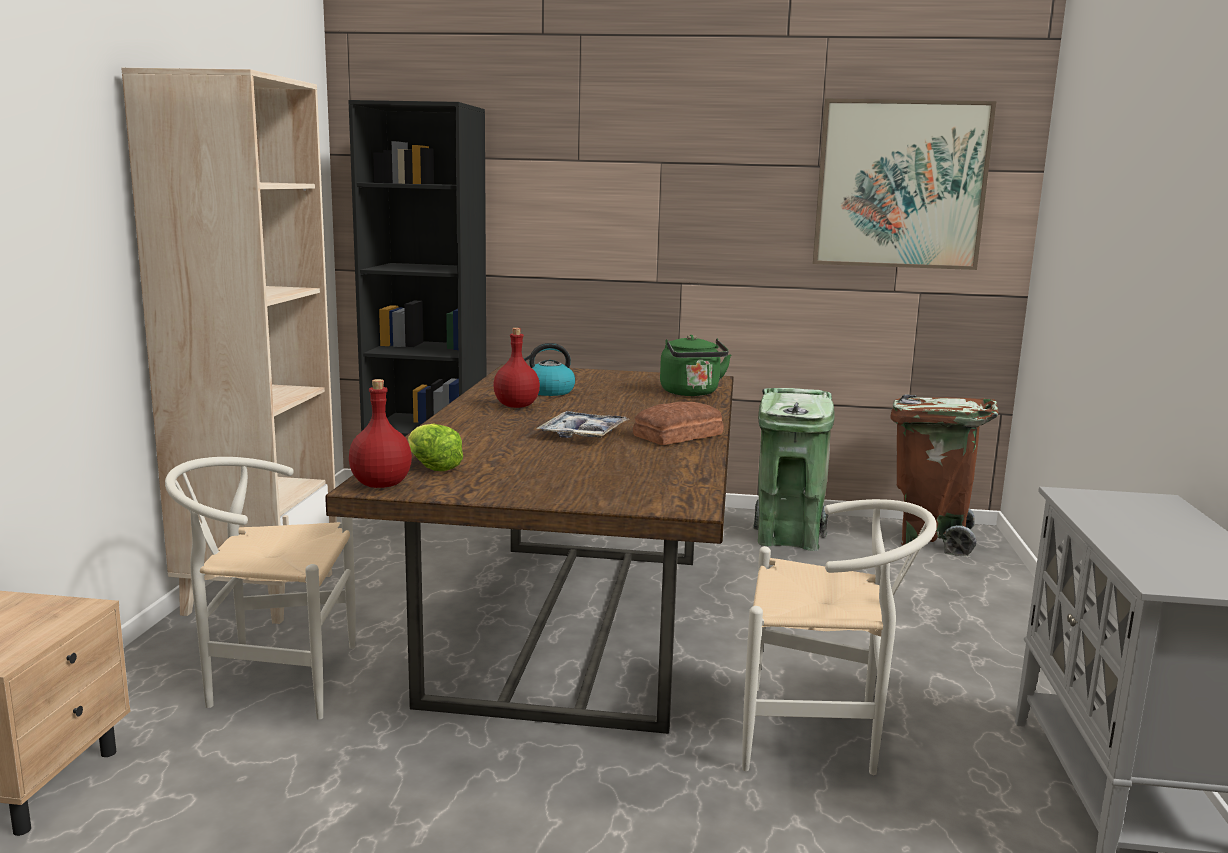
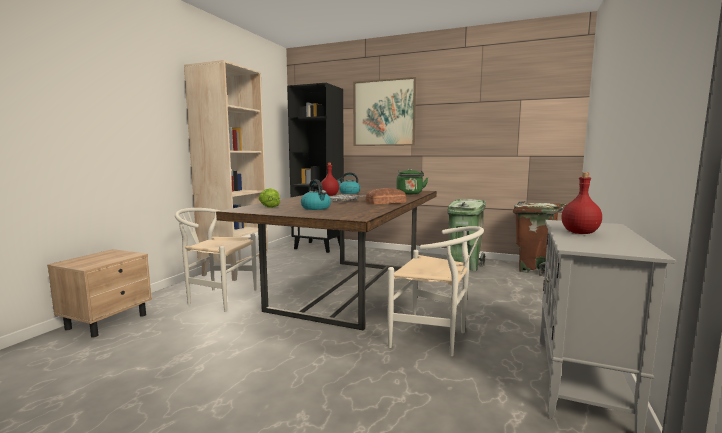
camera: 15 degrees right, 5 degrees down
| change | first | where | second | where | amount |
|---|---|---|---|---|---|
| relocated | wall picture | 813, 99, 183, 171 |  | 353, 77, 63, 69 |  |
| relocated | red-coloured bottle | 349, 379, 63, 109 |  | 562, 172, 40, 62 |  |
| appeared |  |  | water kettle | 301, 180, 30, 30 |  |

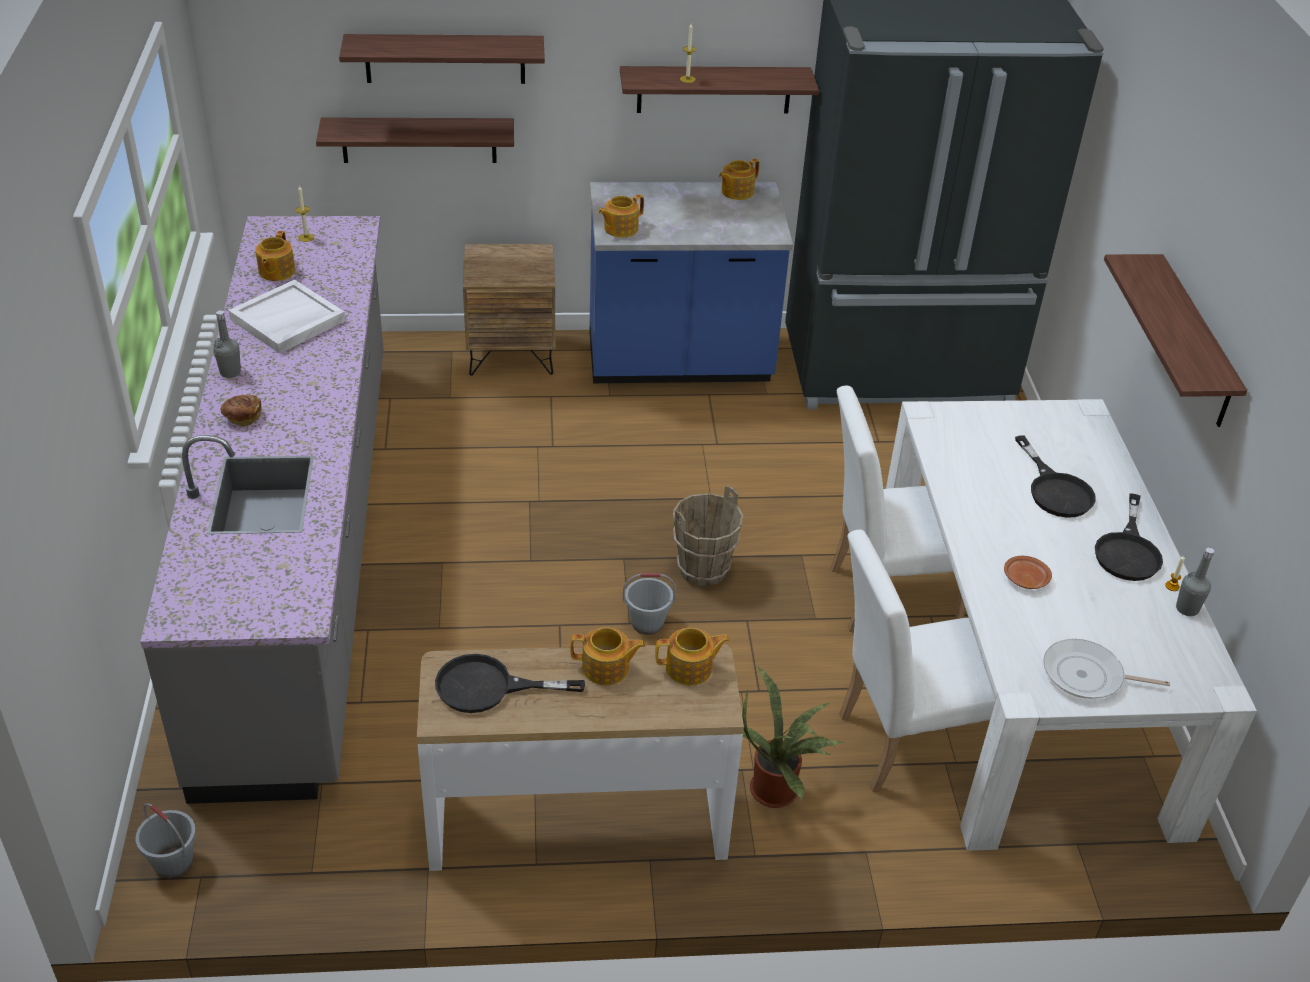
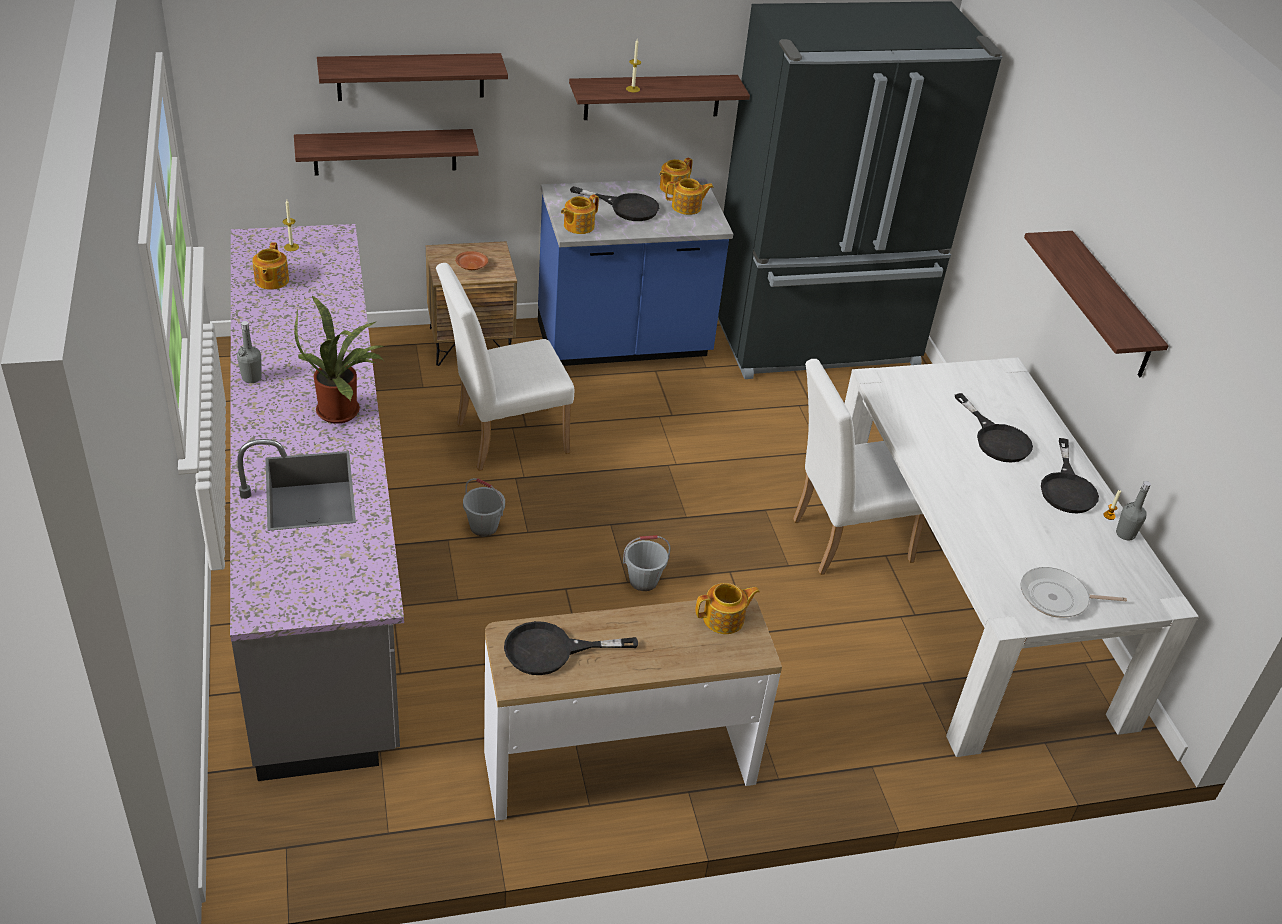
camera: 10 degrees left, 0 degrees up
| change | first | where | second | where | amount |
|---|---|---|---|---|---|
| missing | whitish serving tray | 228, 280, 117, 74 |  |  |  |
| missing | bakery bread | 221, 395, 40, 31 |  |  |  |
| missing | brown-coloured bucket | 673, 486, 70, 100 |  |  |  |
| relocated | whitish plain chair | 840, 530, 156, 262 |  | 436, 263, 138, 208 |  |
| relocated | brown-coloured flat dish | 1004, 556, 48, 33 |  | 455, 251, 33, 19 |  |
| relocated | tea pot | 570, 627, 76, 58 |  | 665, 178, 49, 37 |  |
| relocated | plant in a pot | 742, 667, 103, 141 |  | 294, 296, 91, 128 |  |
| relocated | grey bucket | 136, 803, 60, 75 |  | 463, 478, 42, 58 |  |
| appeared |  |  | black-coloured skillet | 570, 186, 89, 35 |  |

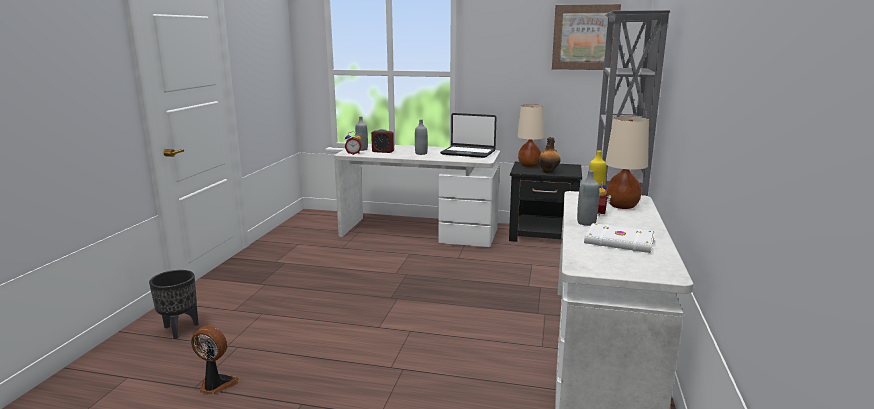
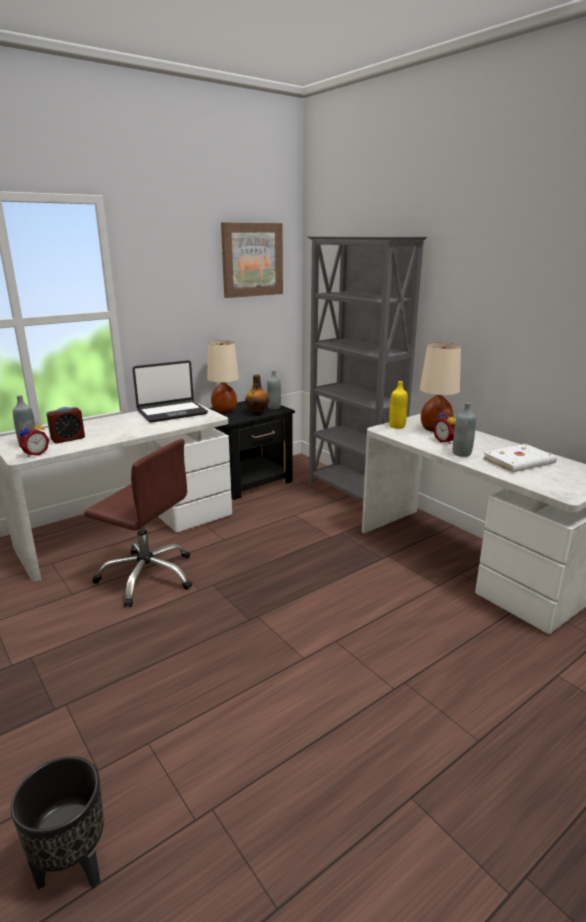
camera: 50 degrees left, 5 degrees up
| change | first | where | second | where | amount |
|---|---|---|---|---|---|
| relocated | grey bottle | 415, 119, 13, 36 |  | 267, 370, 14, 39 |  |
| missing | electric fan | 191, 326, 48, 69 |  |  |  |
| appeared |  |  | brown-coloured computer chair | 84, 439, 108, 168 |  |

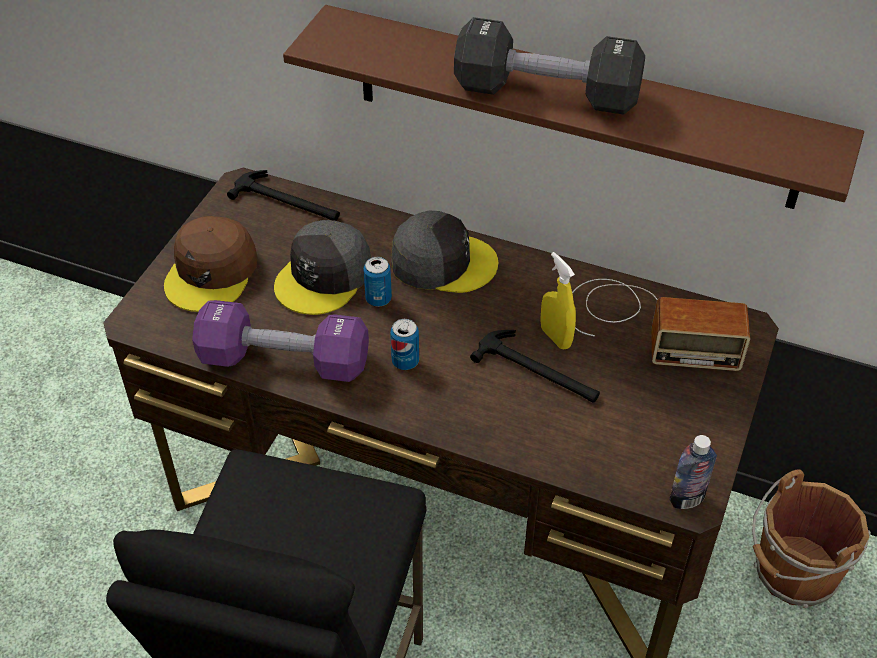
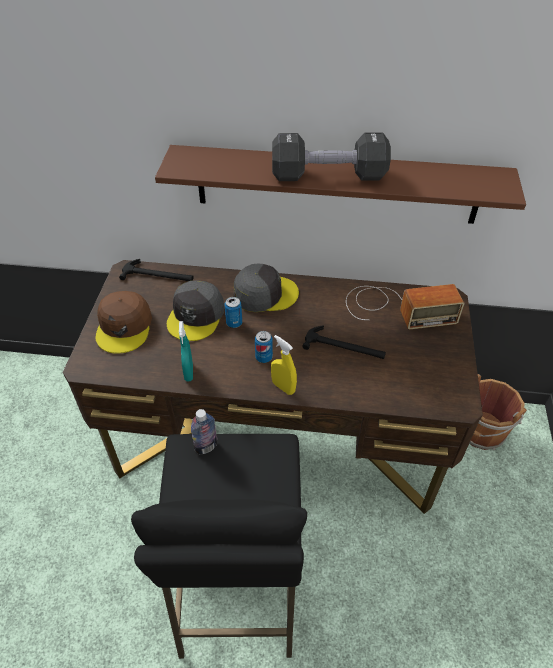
camera: 15 degrees left, 0 degrees up
| change | first | where | second | where | amount |
|---|---|---|---|---|---|
| relocated | yellow-coloured hand sprayer | 540, 252, 36, 97 |  | 271, 335, 26, 60 |  |
| exchanged | purple-coloured dumbbell | 192, 300, 177, 82 | blue-green hand sprayer | 179, 321, 14, 61 |  |
| relocated | bottle | 669, 435, 48, 74 |  | 191, 409, 26, 45 |  |

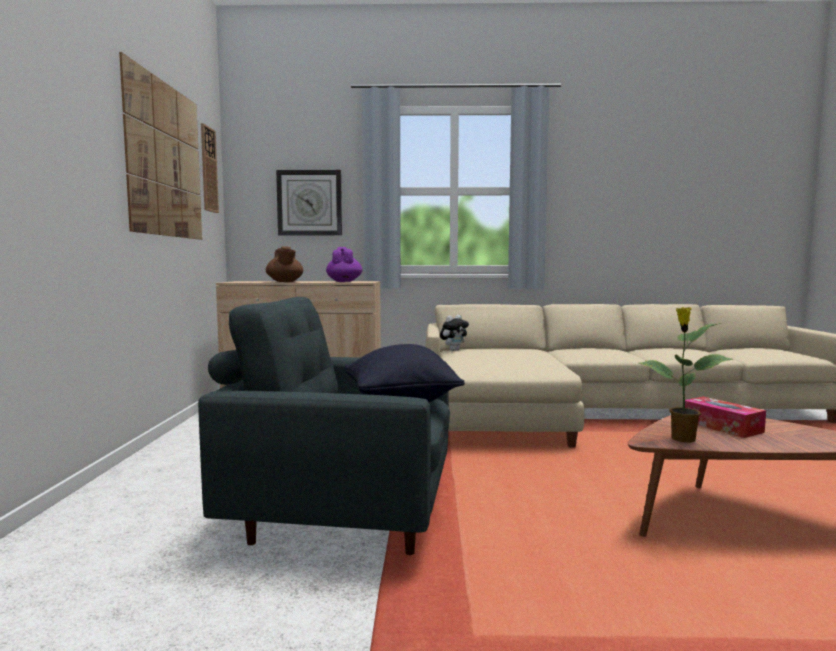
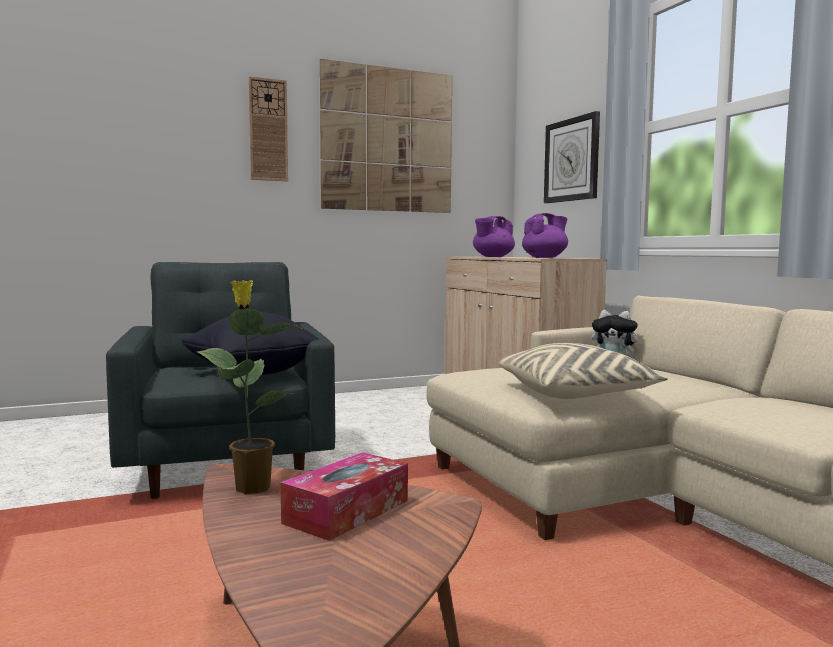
camera: 65 degrees right, 0 degrees up
| change | first | where | second | where | amount |
|---|---|---|---|---|---|
| relocated | clock on the wall | 201, 123, 18, 90 |  | 249, 76, 39, 105 |  |
| colour | brown-coloured tea pot | 266, 246, 37, 36 | purple-coloured tea pot | 473, 216, 42, 41 |  |
| appeared |  |  | sand-coloured pillow | 498, 343, 170, 56 |  |

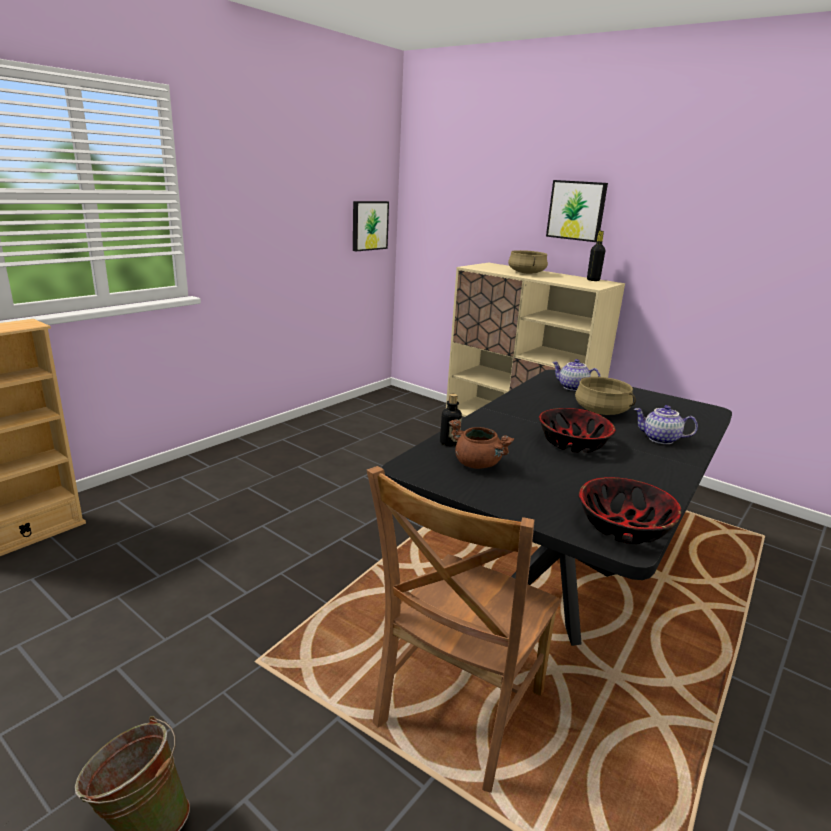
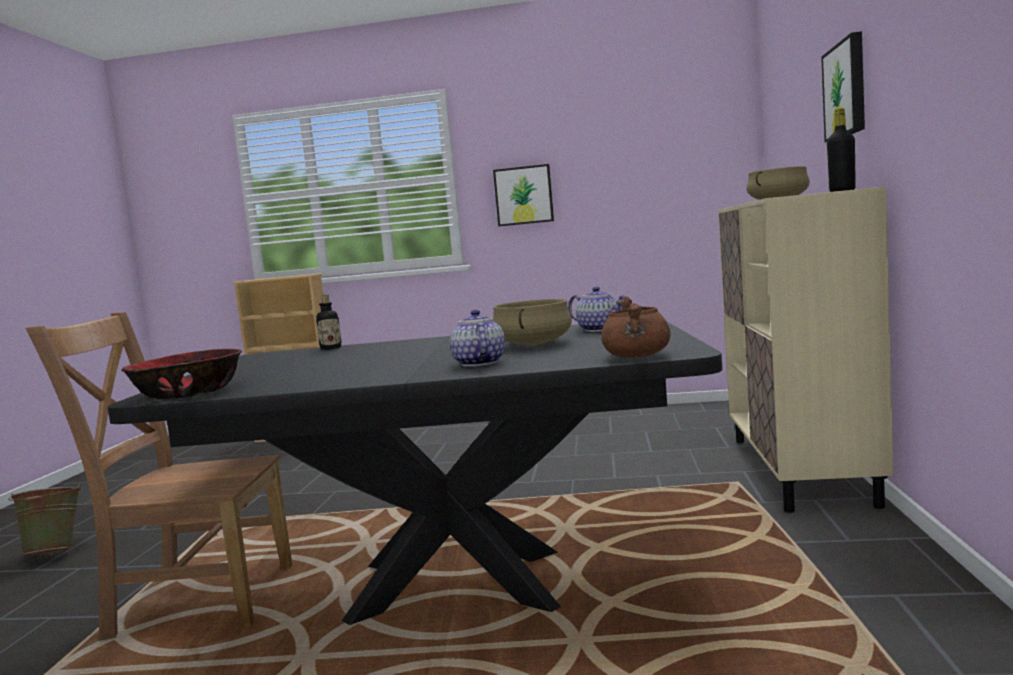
camera: 60 degrees right, 15 degrees down
| change | first | where | second | where | amount |
|---|---|---|---|---|---|
| relocated | wall picture | 353, 201, 36, 50 |  | 493, 164, 61, 62 |  |
| spun | tea pot | 552, 359, 48, 32 |  | 568, 286, 58, 46 | 135 degrees clockwise |
| missing | bowl | 539, 408, 77, 45 |  |  |  |
| relocated | brown-coloured saucepot | 449, 419, 65, 50 |  | 601, 296, 69, 61 |  |

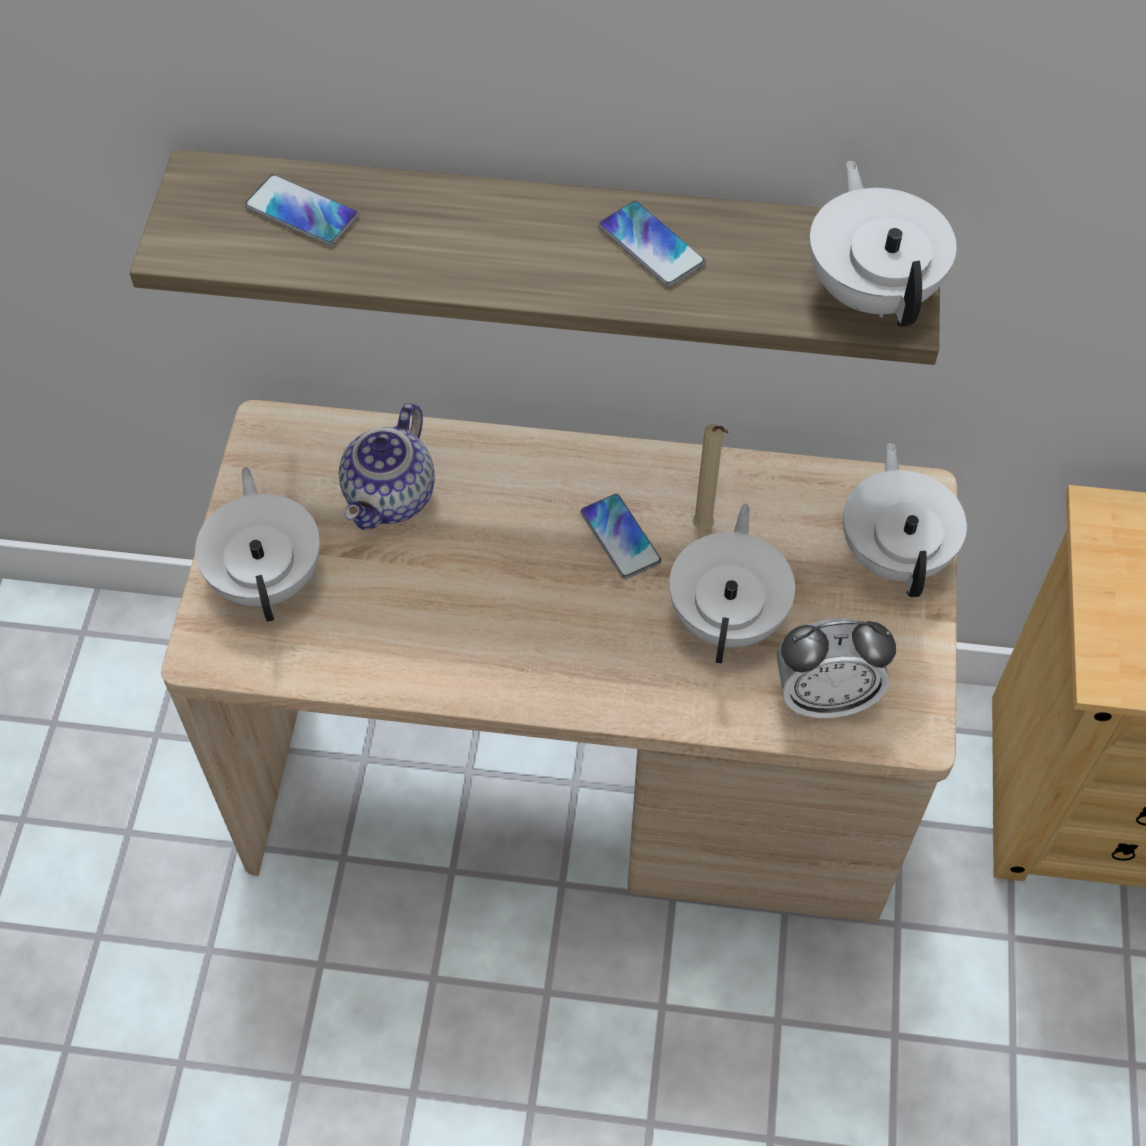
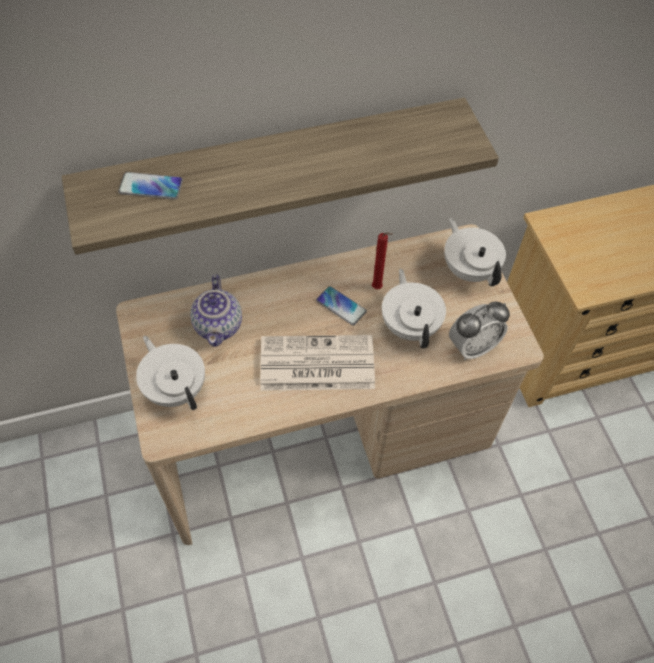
camera: 25 degrees left, 0 degrees up
| change | first | where | second | where | amount |
|---|---|---|---|---|---|
| missing | whitish tea pot | 810, 160, 147, 167 |  |  |  |
| missing | handset | 599, 201, 107, 86 |  |  |  |
| colour | sand-coloured wax candle | 692, 424, 37, 106 | red-coloured wax candle | 372, 232, 21, 57 |  |
| appeared |  |  | printed paper | 260, 335, 115, 56 |  |

